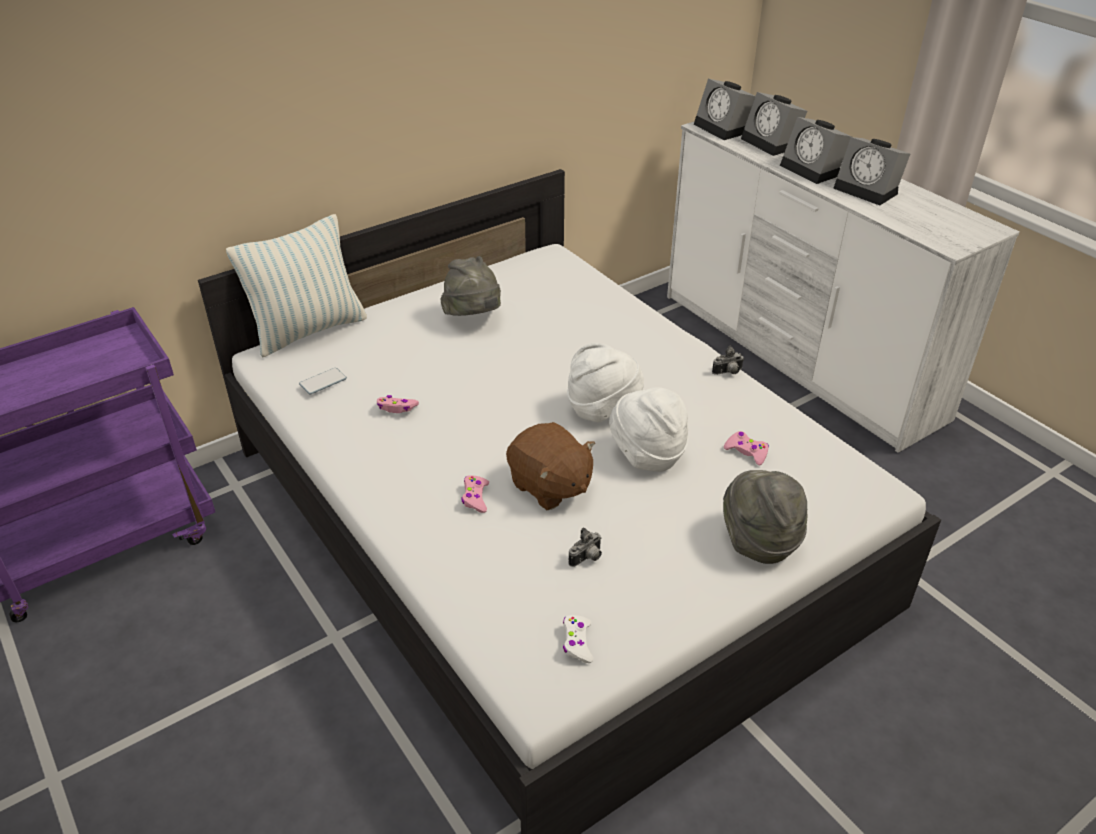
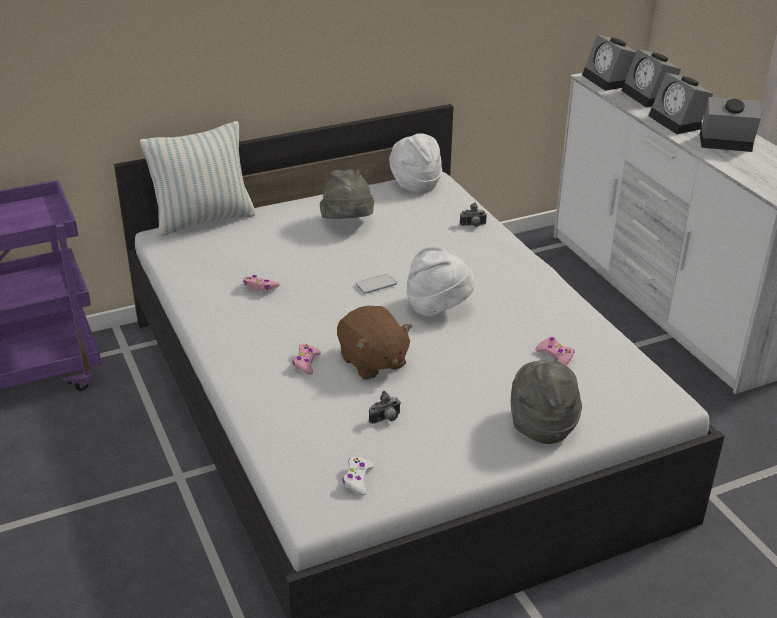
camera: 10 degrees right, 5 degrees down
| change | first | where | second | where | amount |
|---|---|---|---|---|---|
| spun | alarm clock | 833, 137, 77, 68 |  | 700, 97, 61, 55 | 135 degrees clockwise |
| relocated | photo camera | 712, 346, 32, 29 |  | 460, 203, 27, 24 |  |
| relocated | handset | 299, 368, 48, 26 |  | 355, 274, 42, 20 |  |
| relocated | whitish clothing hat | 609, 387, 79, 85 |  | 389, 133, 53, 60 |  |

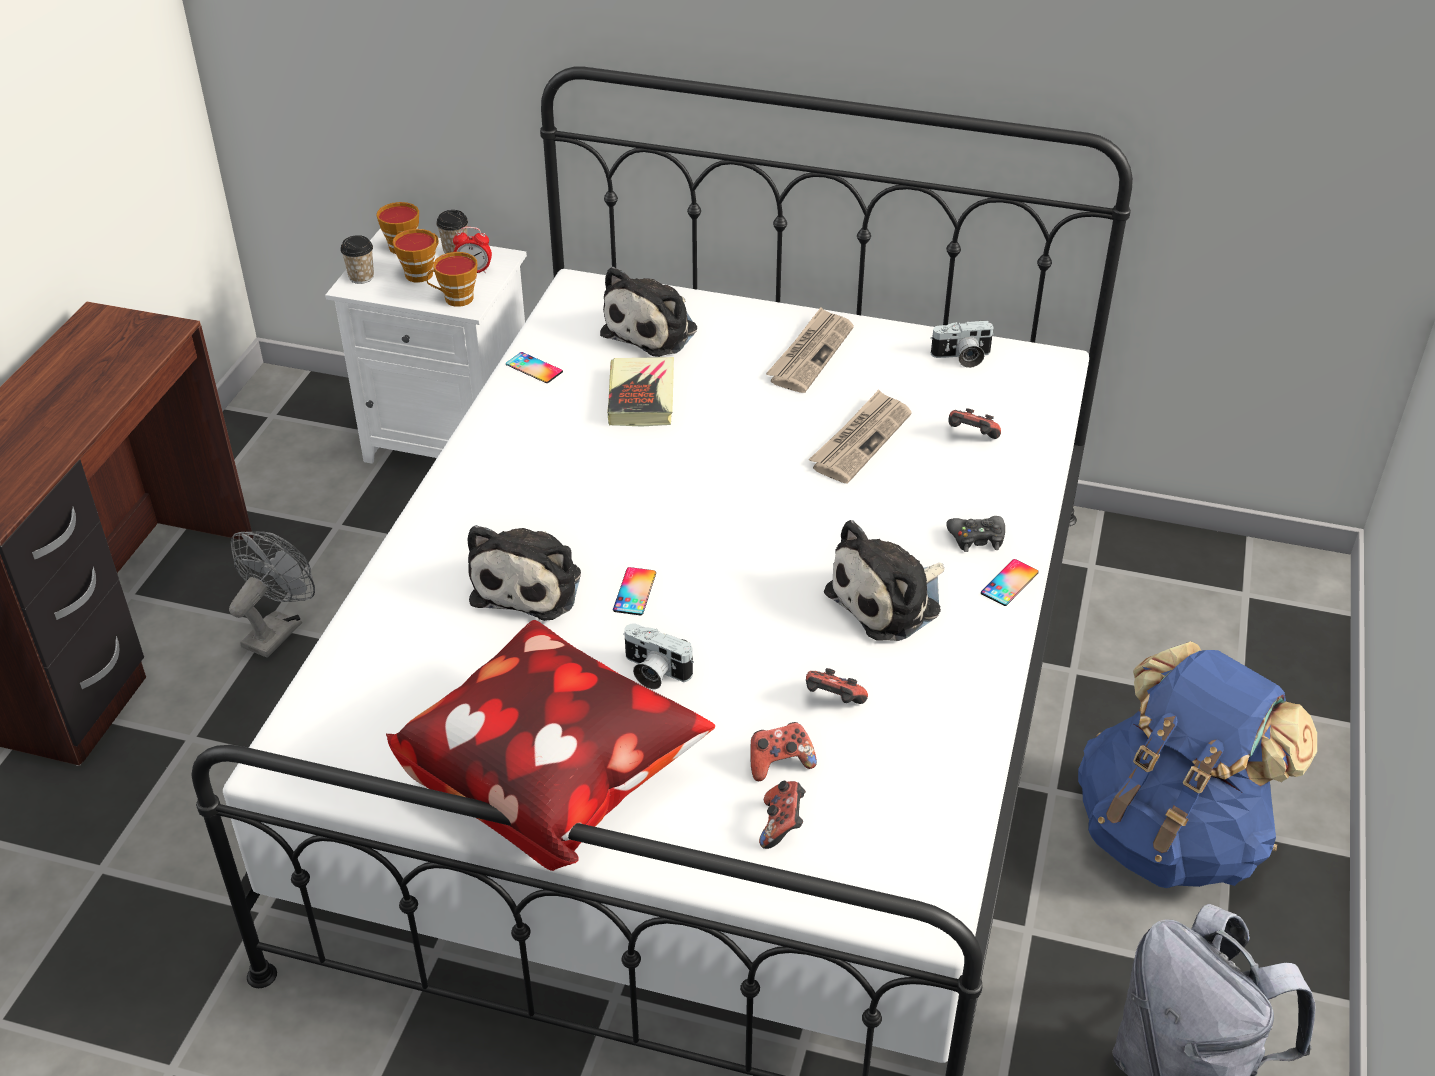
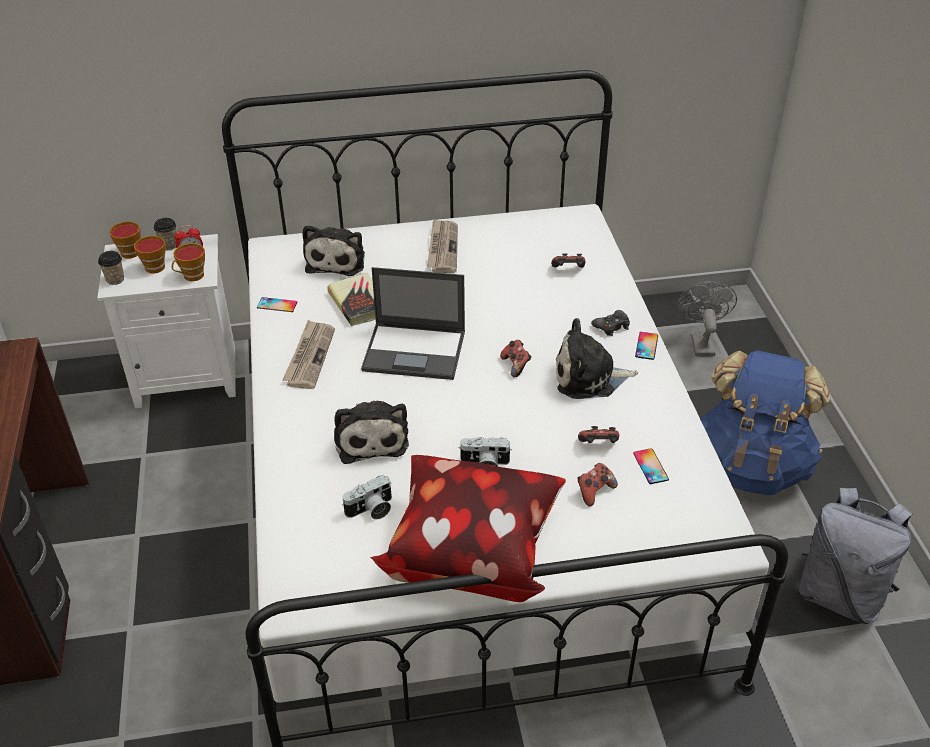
camera: 25 degrees left, 0 degrees up
| change | first | where | second | where | amount |
|---|---|---|---|---|---|
| relocated | photo camera | 930, 320, 65, 48 |  | 342, 475, 50, 44 |  |
| relocated | printed paper | 809, 390, 103, 93 |  | 282, 320, 53, 69 |  |
| spun | cuddly toy | 824, 520, 120, 121 |  | 556, 318, 82, 81 | 60 degrees clockwise |
| relocated | grey electric fan | 229, 531, 86, 127 |  | 677, 281, 60, 75 |  |
| relocated | handset | 613, 567, 43, 48 |  | 633, 448, 36, 36 |  |
| relocated | game controller | 759, 781, 47, 68 |  | 500, 340, 32, 38 |  |
| appeared |  |  | portable computer | 361, 267, 104, 113 |  |

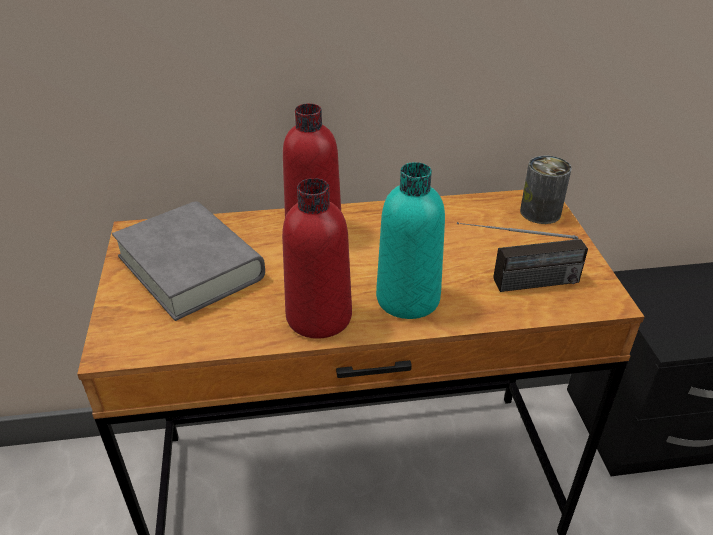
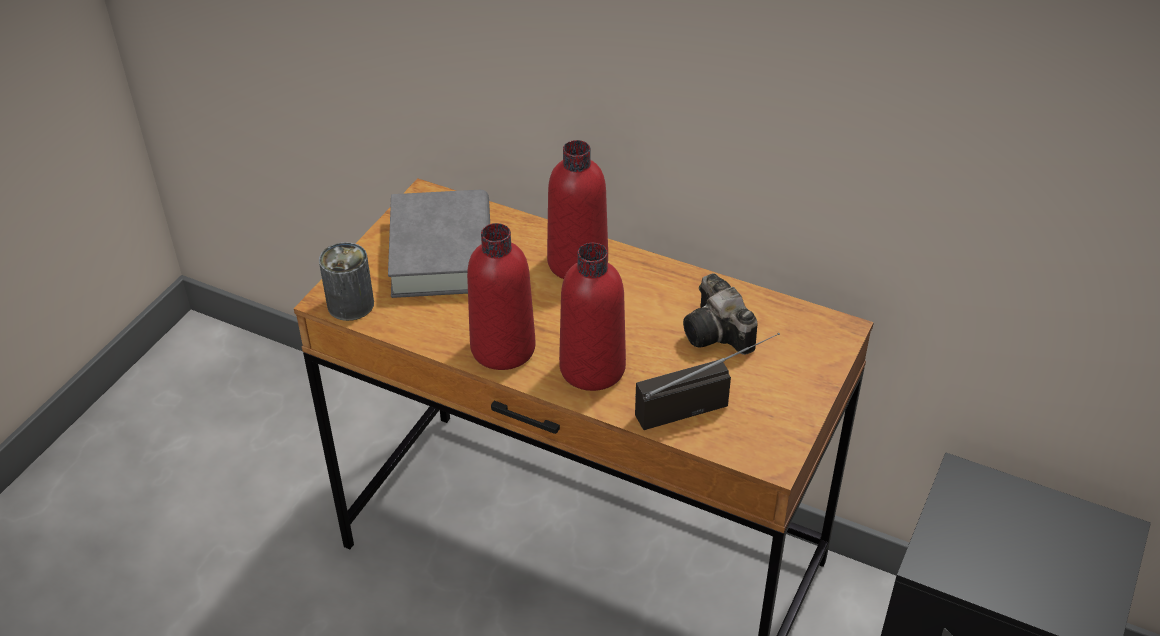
camera: 35 degrees right, 5 degrees up
| change | first | where | second | where | amount |
|---|---|---|---|---|---|
| relocated | sealed can | 520, 155, 52, 69 |  | 319, 242, 55, 79 |  |
| colour | blue-green bottle | 376, 162, 69, 157 | red-coloured bottle | 559, 243, 67, 148 |  |
| spun | radio | 457, 222, 131, 70 |  | 635, 333, 145, 97 | 135 degrees clockwise |
| appeared |  |  | photo camera | 683, 273, 74, 82 |  |

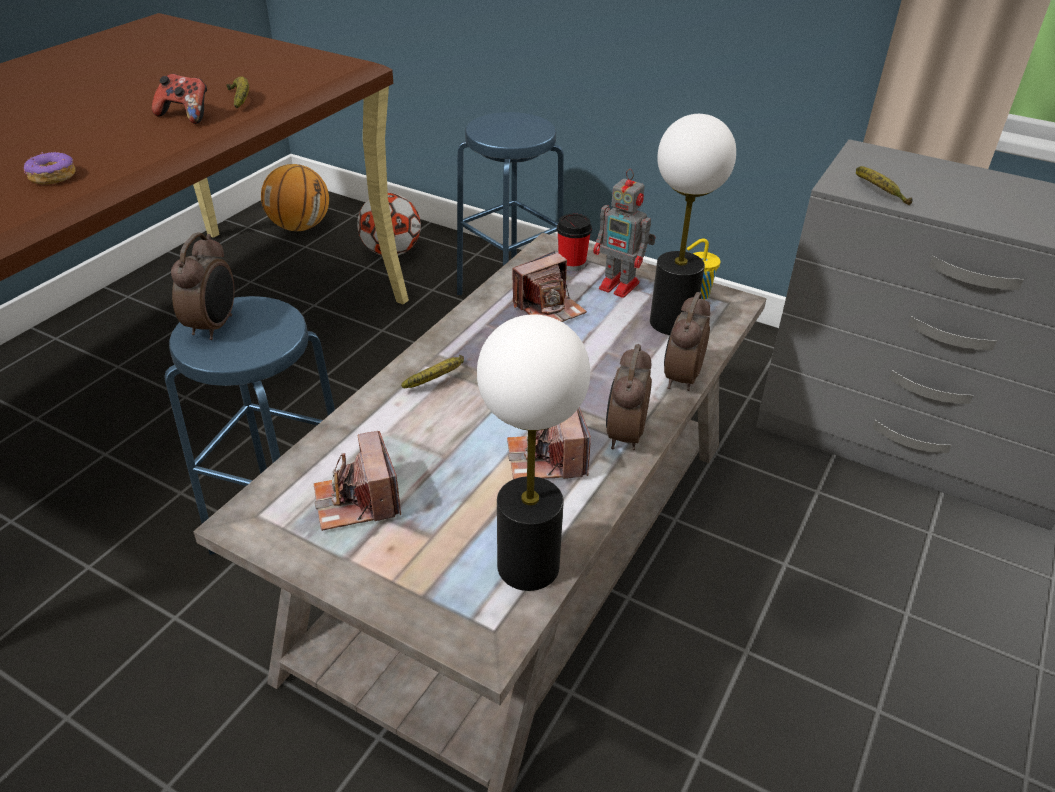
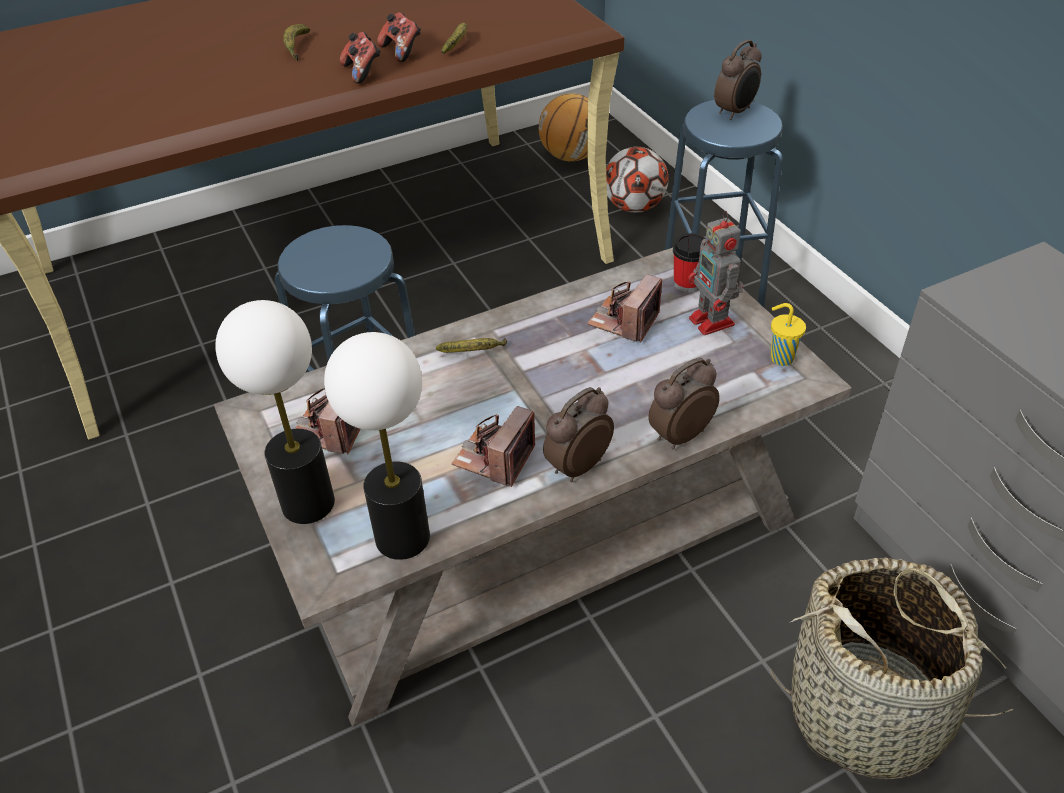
camera: 35 degrees right, 5 degrees up
| change | first | where | second | where | amount |
|---|---|---|---|---|---|
| relocated | tabletop lamp | 650, 114, 86, 221 |  | 215, 300, 120, 224 |  |
| missing | donut | 24, 151, 52, 33 |  |  |  |
| relocated | banana fruit | 856, 166, 57, 39 |  | 283, 24, 27, 37 |  |
| relocated | alarm clock | 171, 232, 63, 108 |  | 714, 40, 48, 80 |  |
| spun | photo camera | 512, 251, 75, 71 |  | 587, 274, 75, 69 | 120 degrees clockwise |
| appeared |  |  | game controller | 340, 32, 41, 52 |  |
| appeared |  |  | household basket | 770, 558, 244, 222 |  |

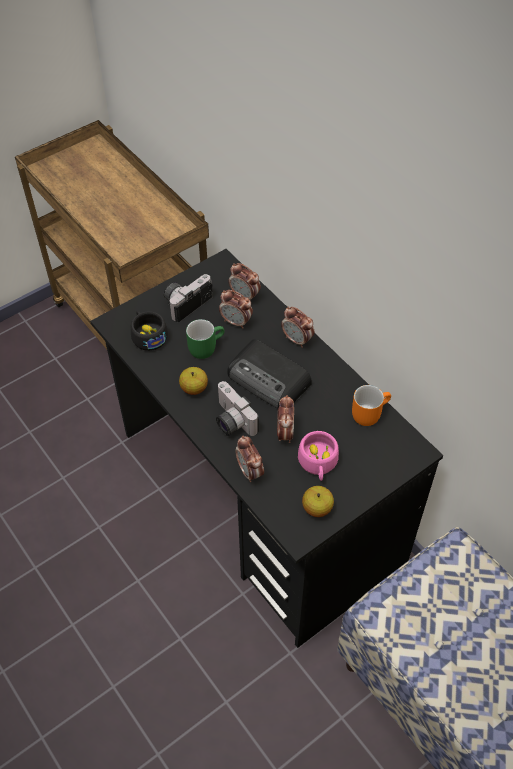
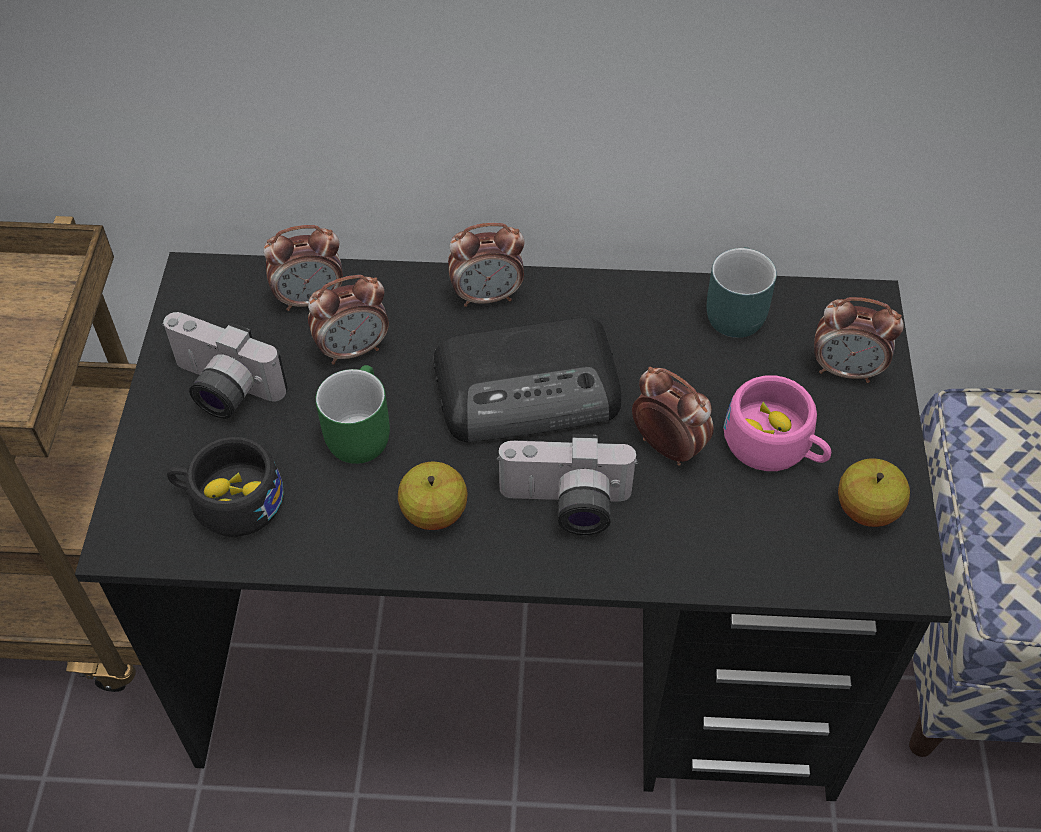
camera: 50 degrees left, 0 degrees up
| change | first | where | second | where | amount |
|---|---|---|---|---|---|
| spun | photo camera | 163, 274, 50, 48 |  | 162, 312, 126, 107 | 60 degrees counterclockwise |
| colour | orange-coloured mug | 352, 385, 39, 41 | blue-green mug | 707, 247, 70, 91 |  |
| relocated | alarm clock | 235, 436, 29, 46 |  | 814, 297, 90, 86 |  |

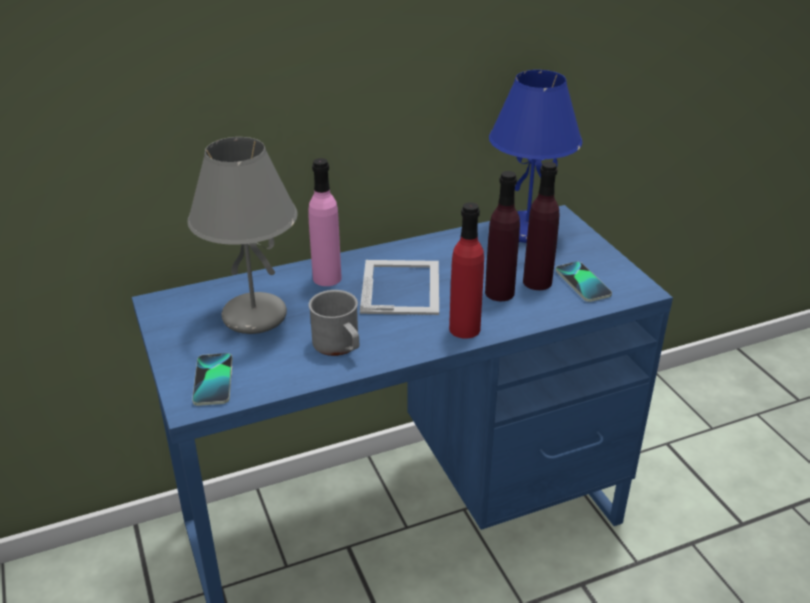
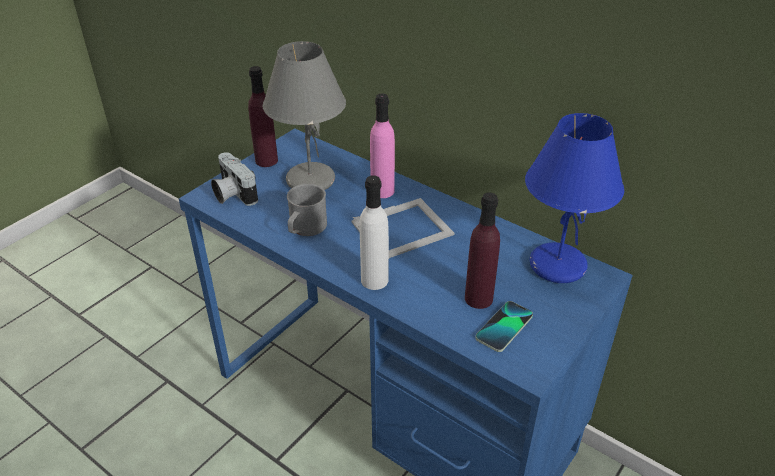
camera: 60 degrees right, 5 degrees up
| change | first | where | second | where | amount |
|---|---|---|---|---|---|
| relocated | purple-coloured bottle | 485, 171, 35, 130 |  | 248, 66, 30, 101 |  |
| colour | red-coloured bottle | 449, 202, 35, 137 | whitish bottle | 360, 175, 29, 115 |  |
| exchanged | handset | 192, 353, 40, 53 | photo camera | 211, 152, 47, 54 |  |

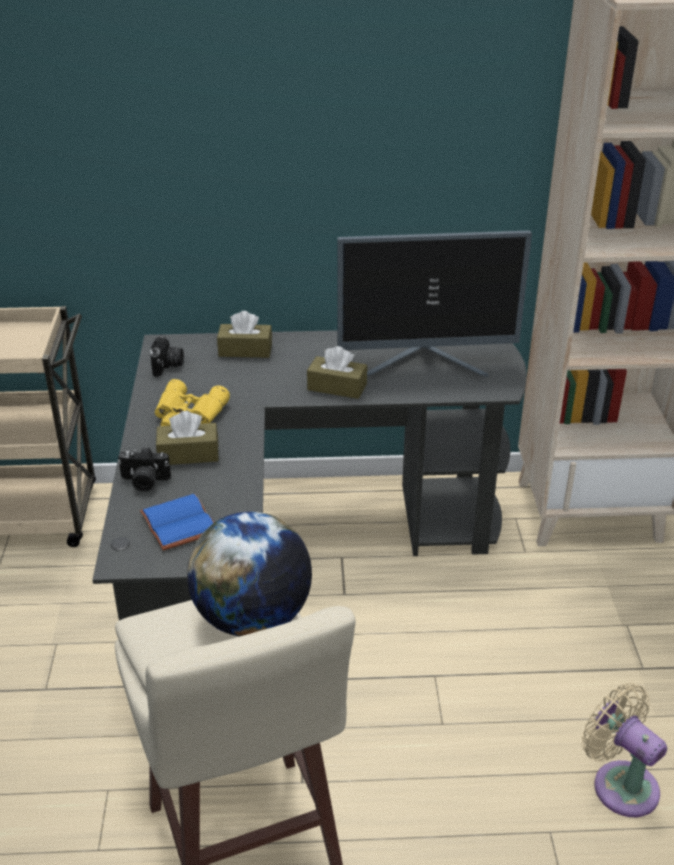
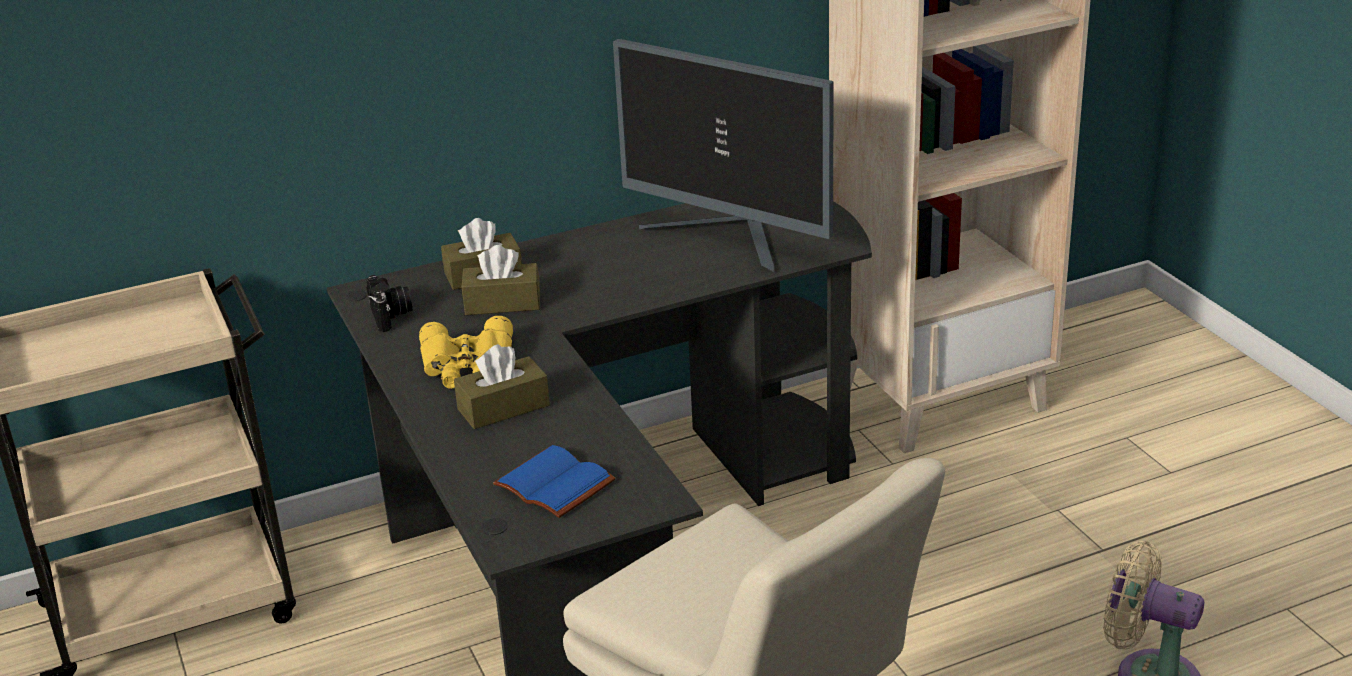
camera: 20 degrees left, 5 degrees down
| change | first | where | second | where | amount |
|---|---|---|---|---|---|
| spun | computer screen | 337, 230, 195, 147 |  | 613, 39, 221, 233 | 60 degrees clockwise |
| relocated | brown-coloured tissue box | 307, 346, 60, 53 |  | 462, 245, 78, 70 |  |
| missing | photo camera | 118, 447, 53, 45 |  |  |  |
| missing | desk globe | 187, 512, 125, 125 |  |  |  |

